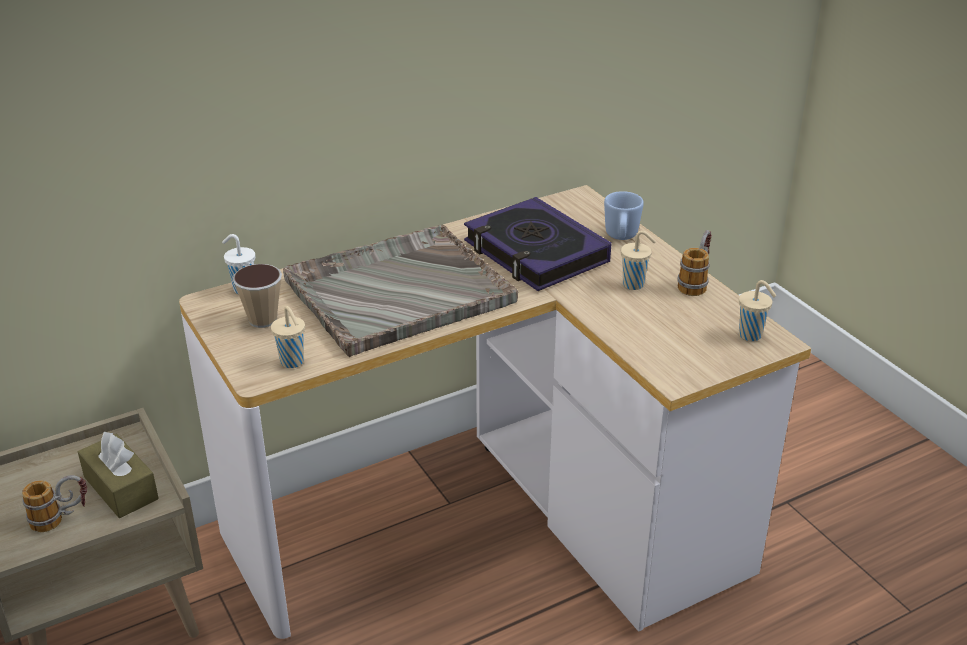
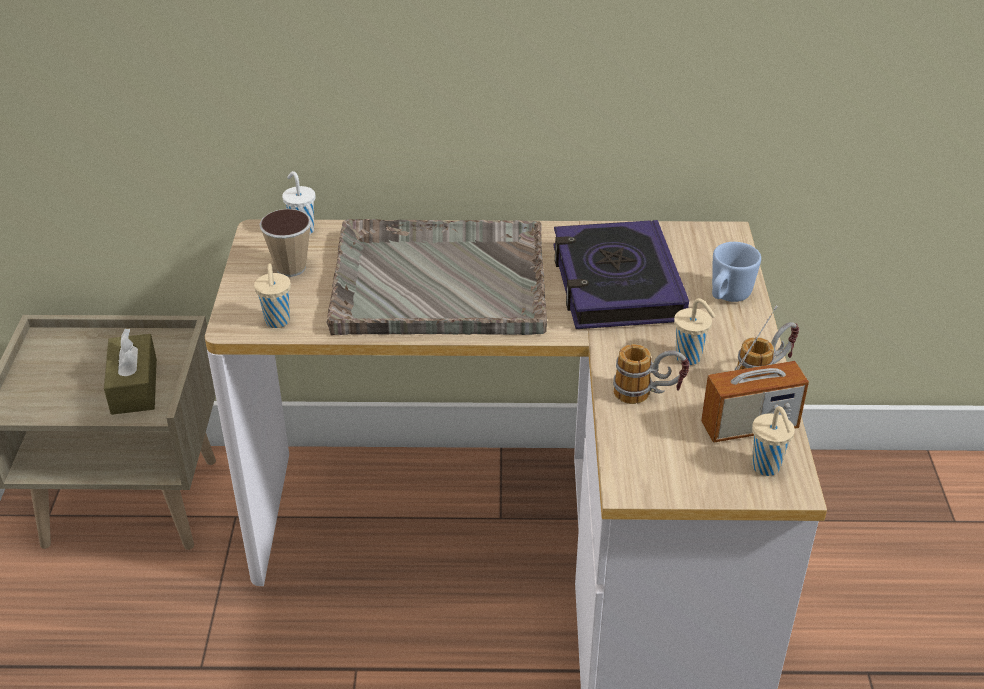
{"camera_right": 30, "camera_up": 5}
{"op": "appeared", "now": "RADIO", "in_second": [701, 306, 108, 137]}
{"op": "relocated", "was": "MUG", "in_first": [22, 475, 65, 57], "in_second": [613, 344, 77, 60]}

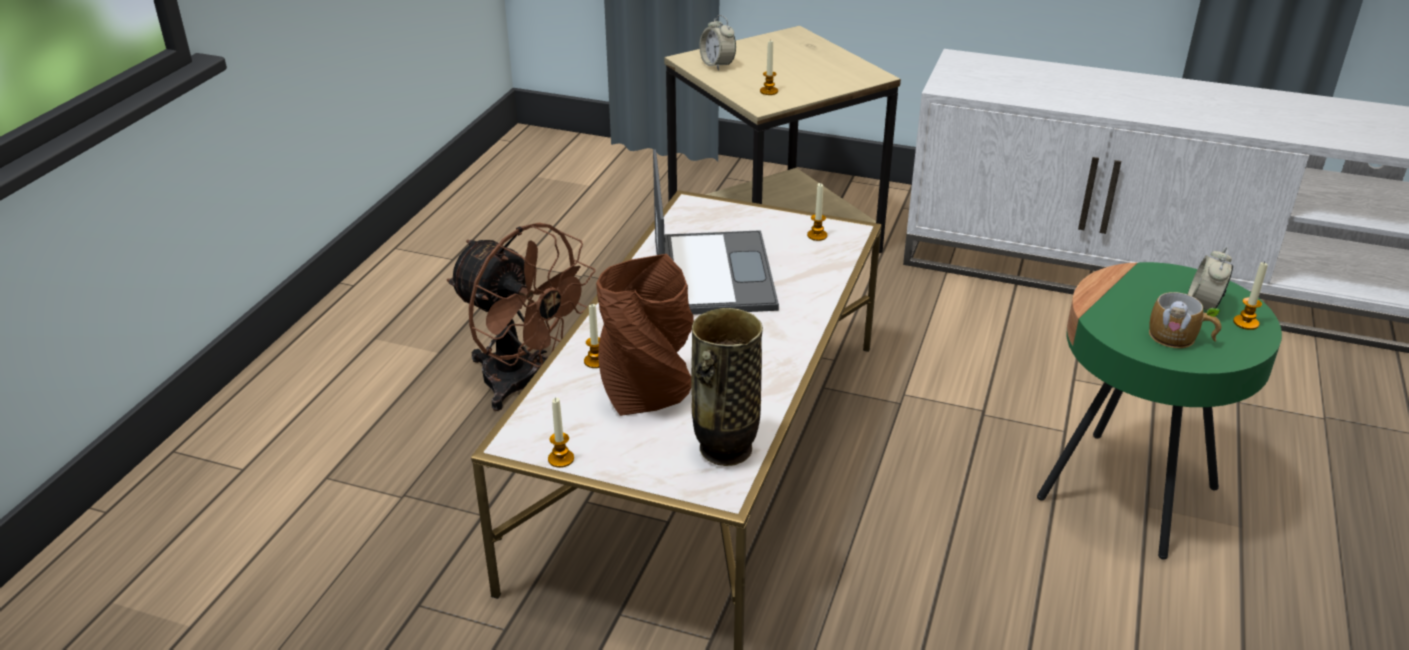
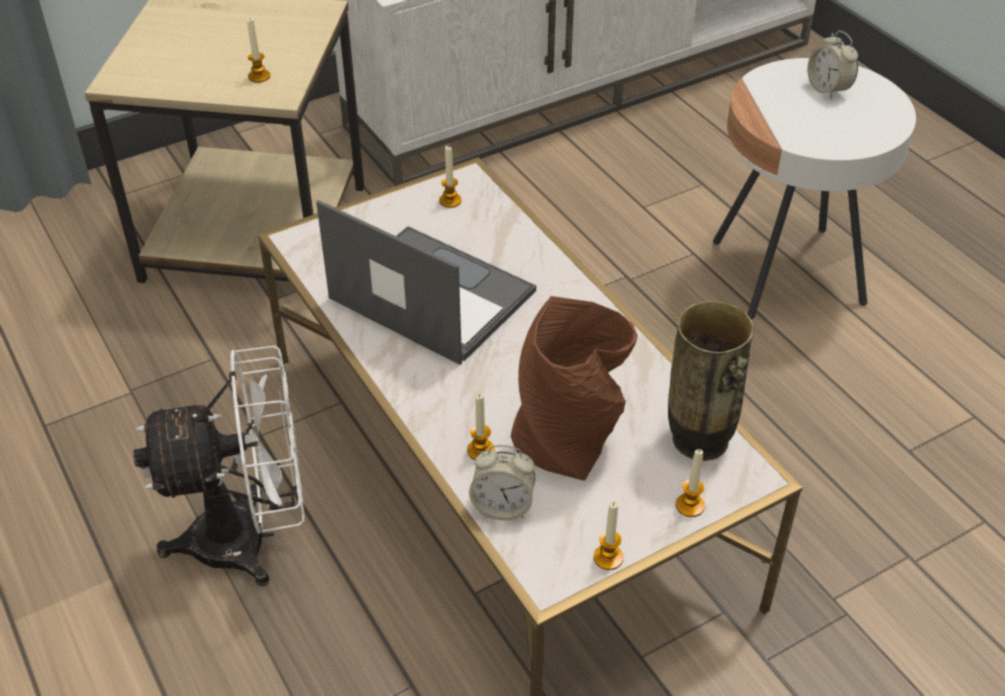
{"camera_right": -50, "camera_up": 10}
{"op": "missing", "was": "MUG", "in_first": [1149, 292, 73, 56]}
{"op": "relocated", "was": "ALARM CLOCK", "in_first": [699, 15, 37, 56], "in_second": [469, 445, 67, 75]}
{"op": "relocated", "was": "CANDLE", "in_first": [1233, 261, 35, 69], "in_second": [676, 449, 29, 68]}
{"op": "colour", "was": "BROWN FAN", "now": "WHITE FAN", "in_first": [447, 223, 149, 188], "in_second": [133, 346, 172, 240]}
{"op": "colour", "was": "GREEN SIDE TABLE", "now": "WHITE SIDE TABLE", "in_first": [1037, 262, 245, 298], "in_second": [713, 58, 203, 261]}

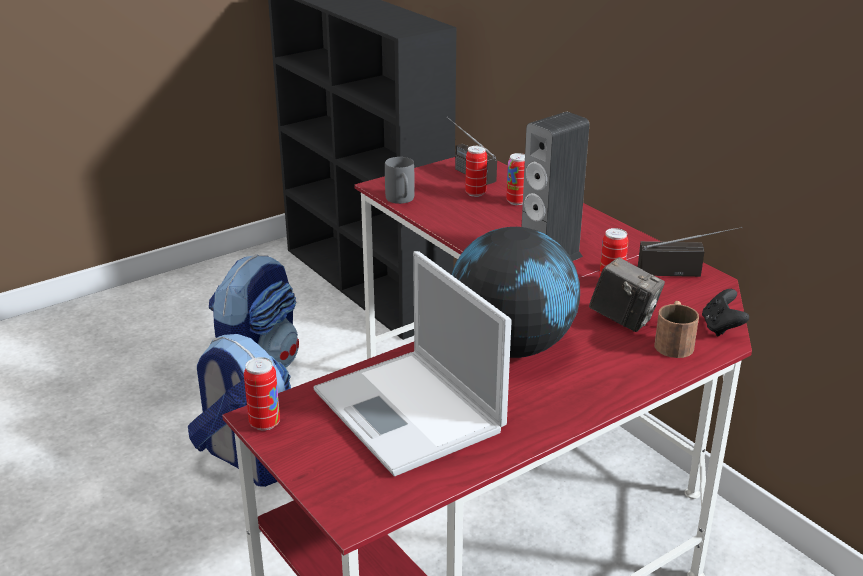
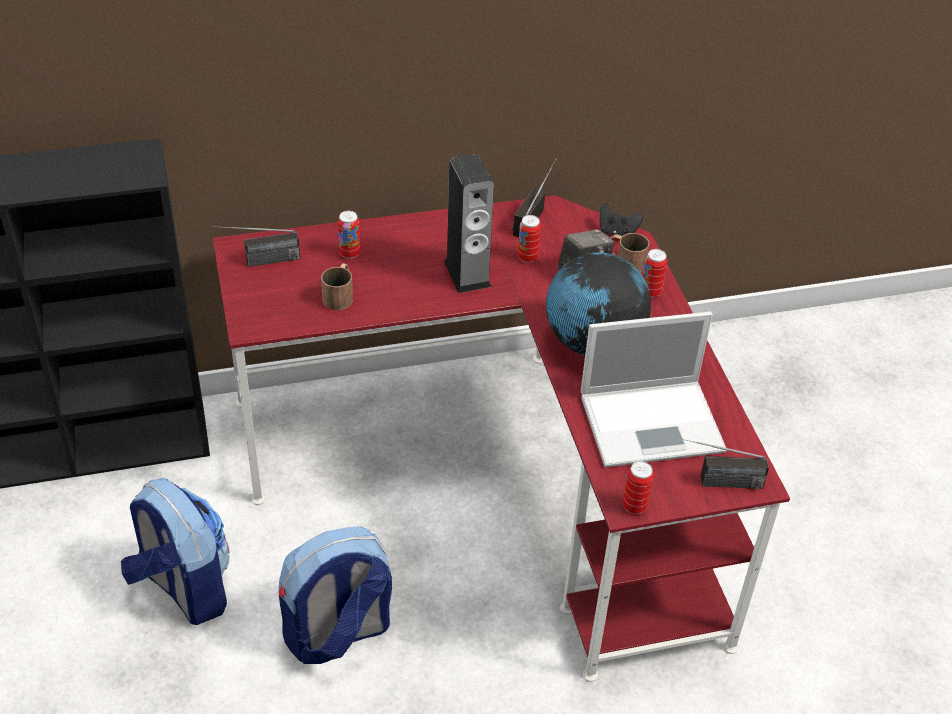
{"camera_right": -70, "camera_up": 15}
{"op": "missing", "was": "GREY MUG", "in_first": [385, 157, 30, 47]}
{"op": "appeared", "now": "BROWN MUG", "in_second": [321, 263, 32, 47]}
{"op": "appeared", "now": "RADIO", "in_second": [675, 437, 94, 53]}
{"op": "relocated", "was": "CAN", "in_first": [465, 146, 22, 51], "in_second": [643, 249, 24, 48]}

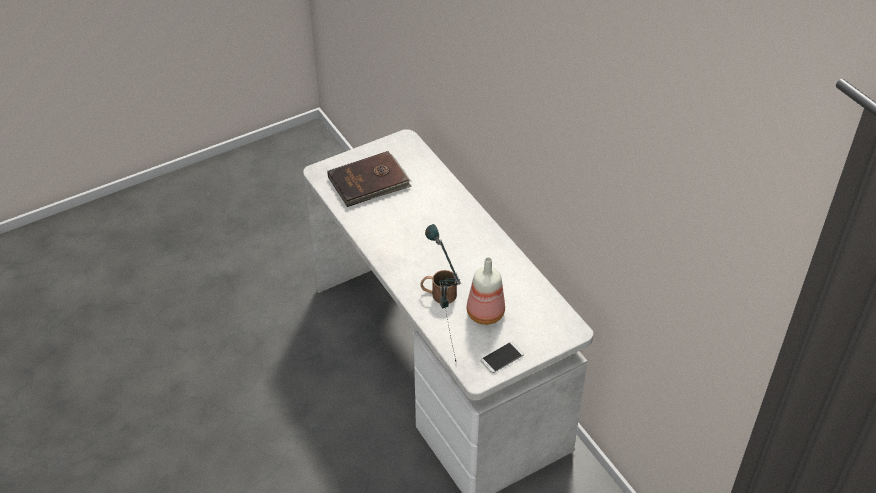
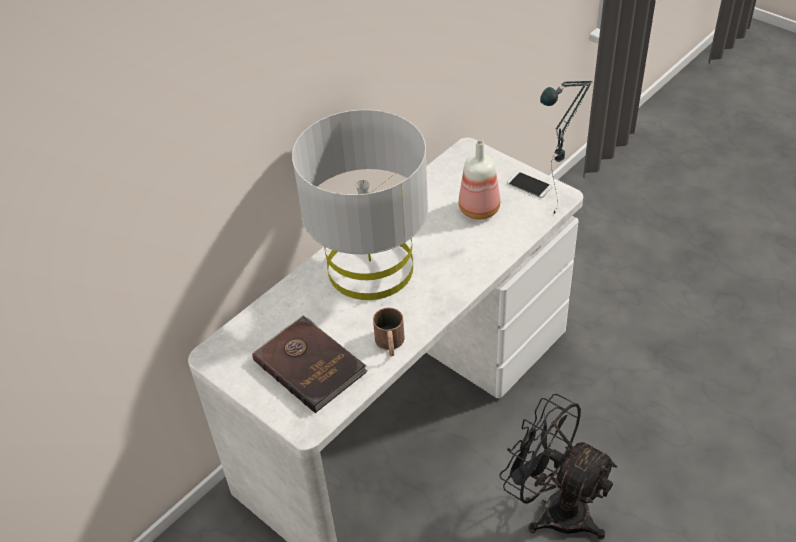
{"camera_right": -105, "camera_up": 0}
{"op": "appeared", "now": "GREY TABLE LAMP", "in_second": [292, 110, 136, 190]}
{"op": "appeared", "now": "BLACK FAN", "in_second": [499, 393, 118, 147]}
{"op": "relocated", "was": "BROWN MUG", "in_first": [420, 270, 37, 33], "in_second": [373, 307, 32, 49]}

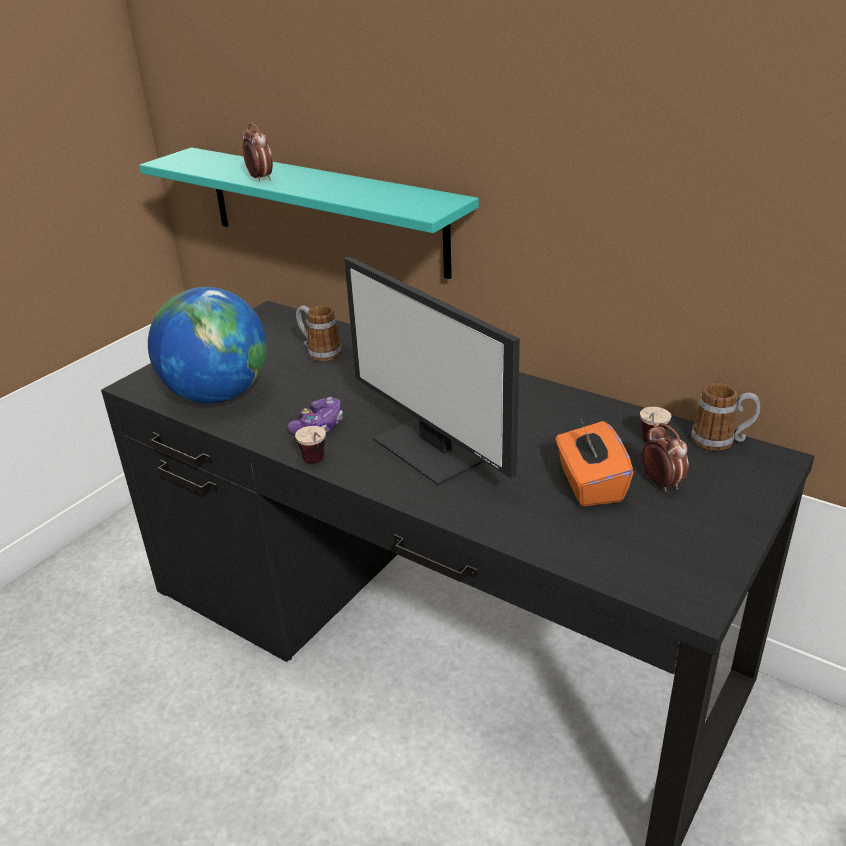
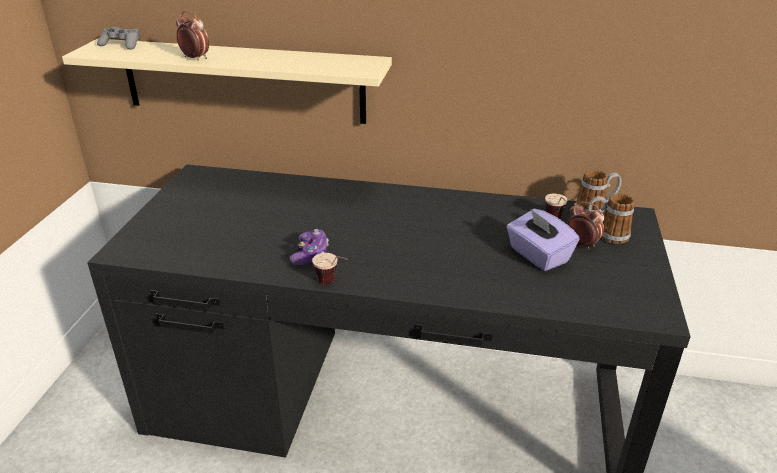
{"camera_right": -25, "camera_up": 0}
{"op": "missing", "was": "GLOBE", "in_first": [148, 287, 119, 117]}
{"op": "missing", "was": "MONITOR", "in_first": [344, 257, 176, 228]}
{"op": "appeared", "now": "GREY GAME CONTROLLER", "in_second": [97, 27, 43, 23]}
{"op": "relocated", "was": "MUG", "in_first": [296, 305, 46, 56], "in_second": [588, 194, 46, 50]}
{"op": "colour", "was": "TURQUOISE SHELF", "now": "BEIGE SHELF", "in_first": [139, 147, 340, 132], "in_second": [62, 39, 330, 85]}
{"op": "colour", "was": "ORANGE TISSUE BOX", "now": "PURPLE TISSUE BOX", "in_first": [555, 419, 79, 87], "in_second": [506, 209, 73, 62]}

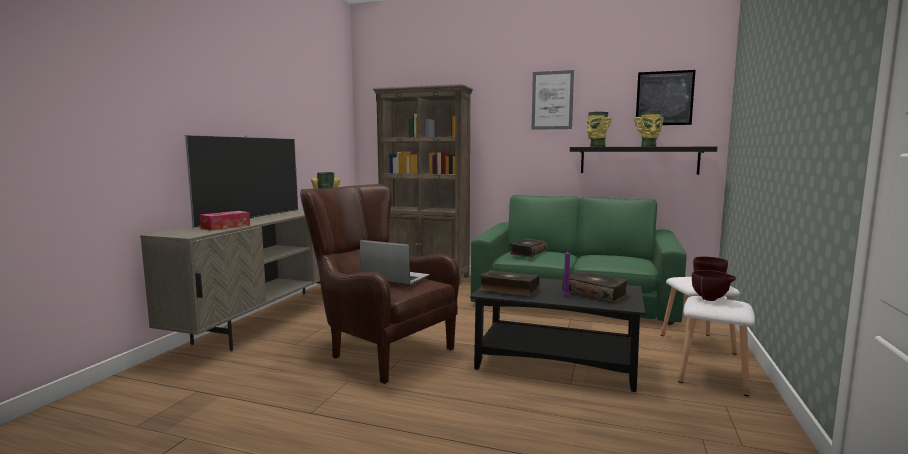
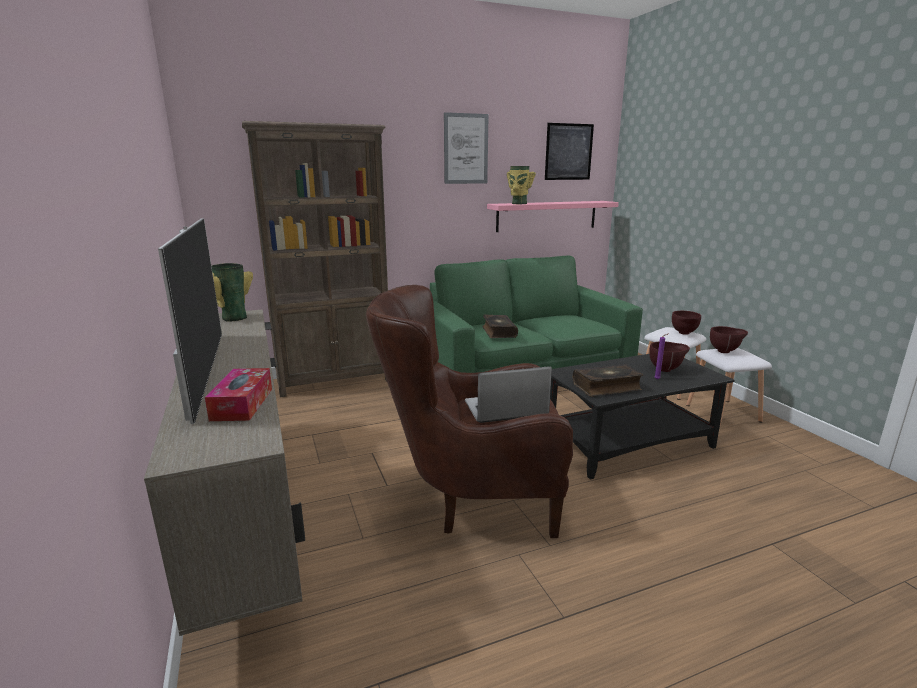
{"camera_right": -40, "camera_up": 10}
{"op": "missing", "was": "VASE", "in_first": [634, 111, 30, 36]}
{"op": "exchanged", "was": "BOOK", "now": "BROWN BOWL", "in_first": [563, 271, 65, 32], "in_second": [649, 341, 41, 31]}
{"op": "colour", "was": "BLACK SHELF", "now": "PINK SHELF", "in_first": [570, 147, 147, 28], "in_second": [487, 201, 132, 31]}

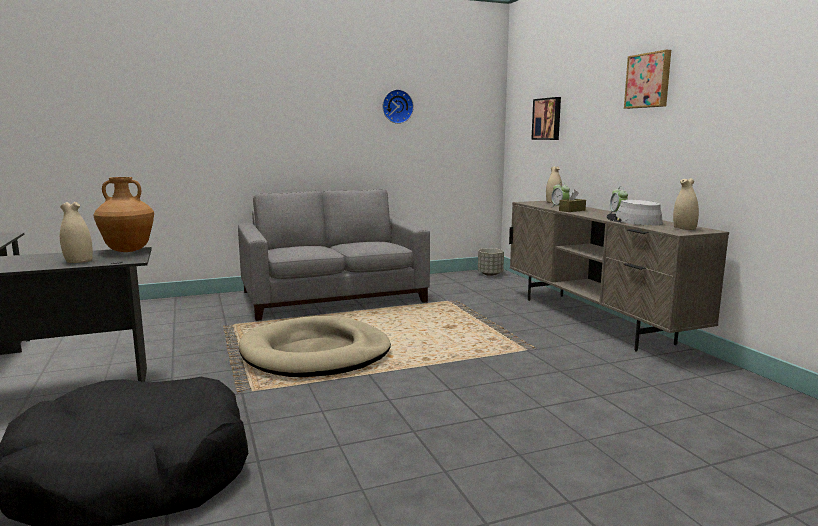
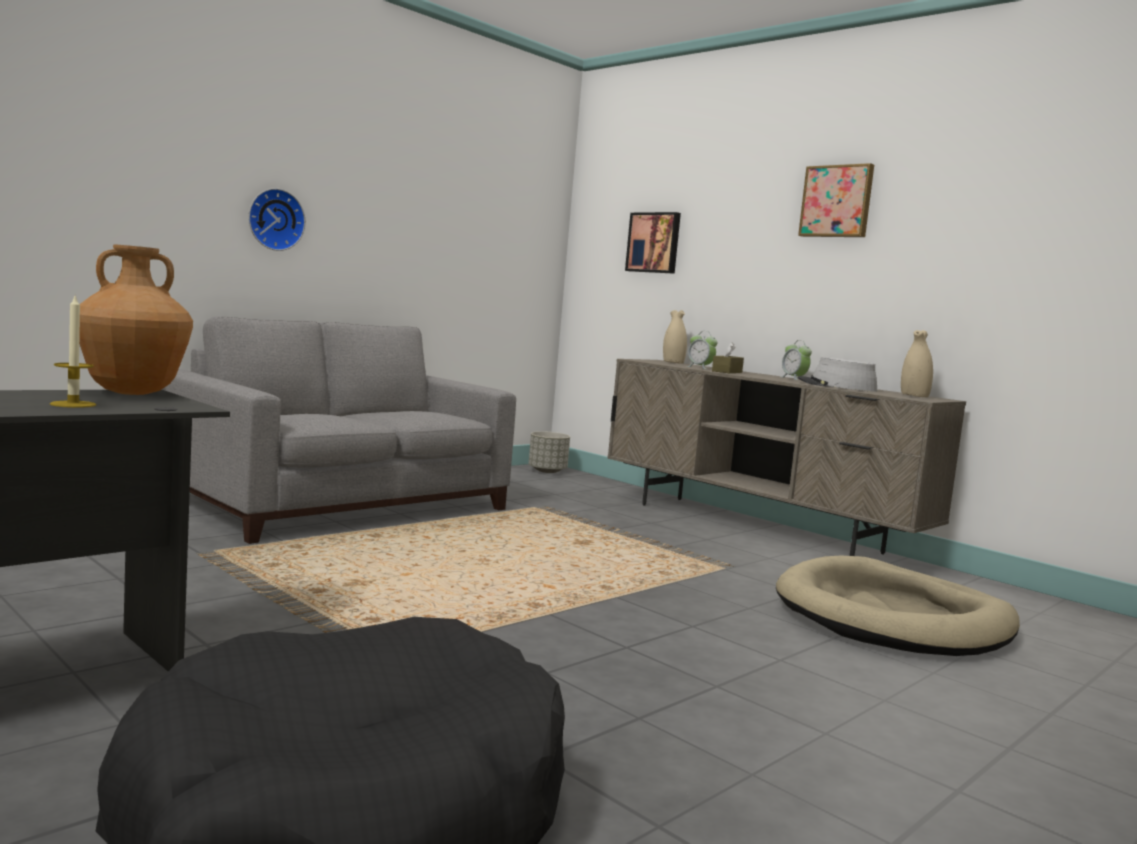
{"camera_right": -25, "camera_up": -5}
{"op": "relocated", "was": "BEIGE DOG BED", "in_first": [239, 316, 152, 61], "in_second": [776, 555, 244, 101]}
{"op": "relocated", "was": "WALL CLOCK", "in_first": [382, 89, 32, 35], "in_second": [248, 188, 58, 63]}
{"op": "exchanged", "was": "BEIGE VASE", "now": "CANDLE", "in_first": [60, 202, 33, 61], "in_second": [50, 296, 46, 112]}

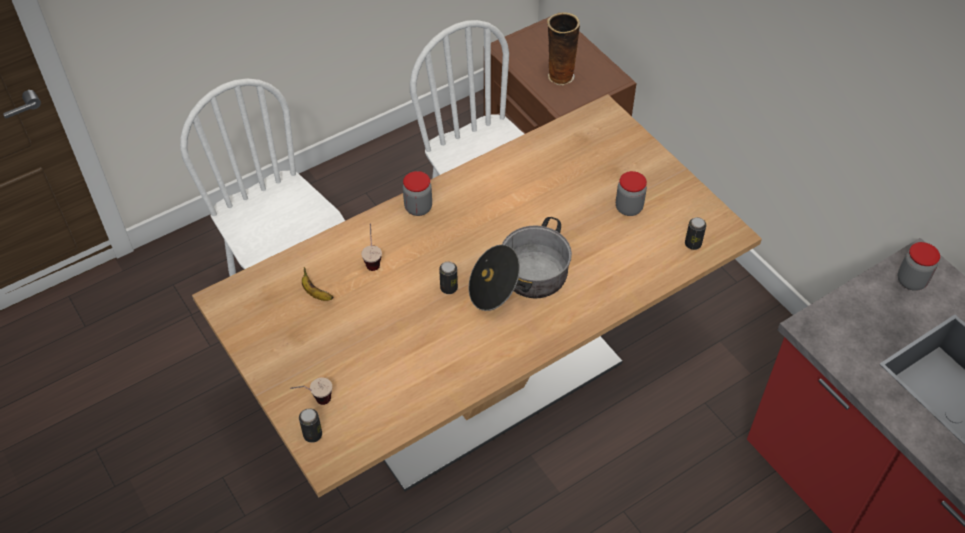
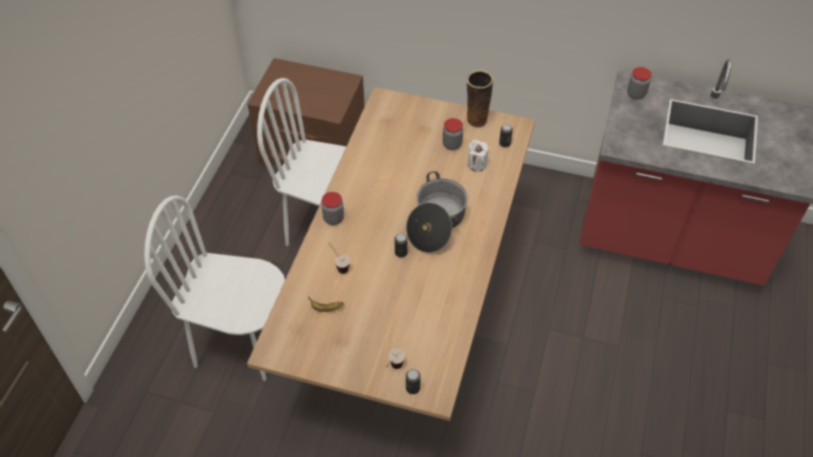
{"camera_right": -40, "camera_up": 0}
{"op": "appeared", "now": "WHITE CANDLE", "in_second": [467, 140, 22, 32]}
{"op": "relocated", "was": "VASE", "in_first": [547, 12, 33, 74], "in_second": [466, 70, 27, 58]}

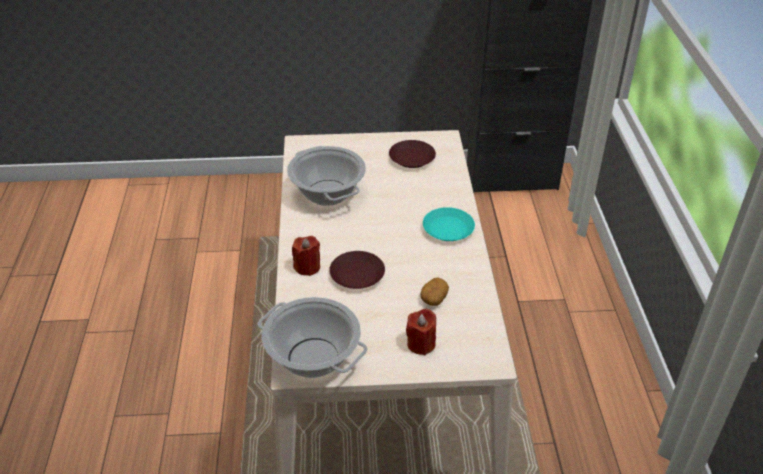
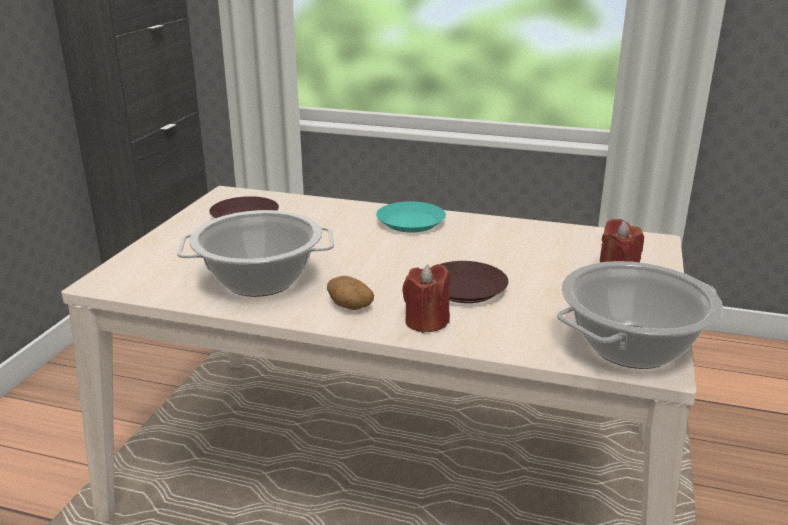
{"camera_right": -70, "camera_up": -15}
{"op": "relocated", "was": "POTATO", "in_first": [421, 277, 28, 29], "in_second": [327, 276, 47, 34]}

